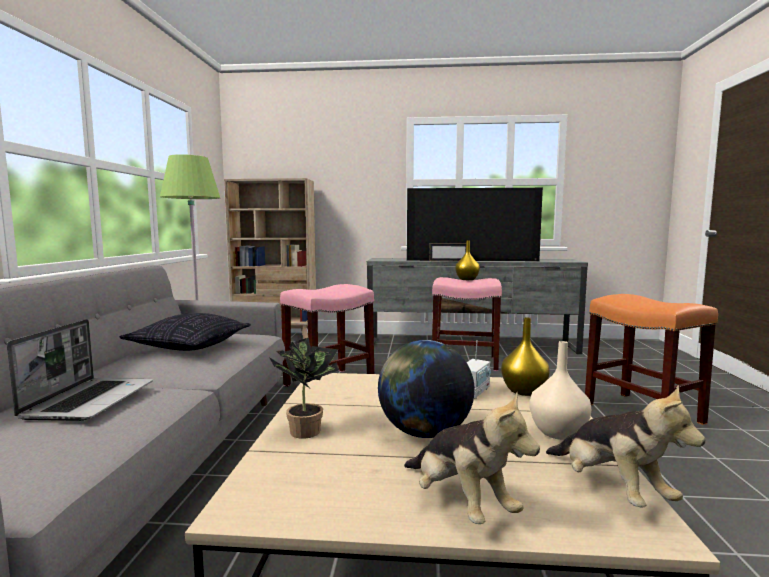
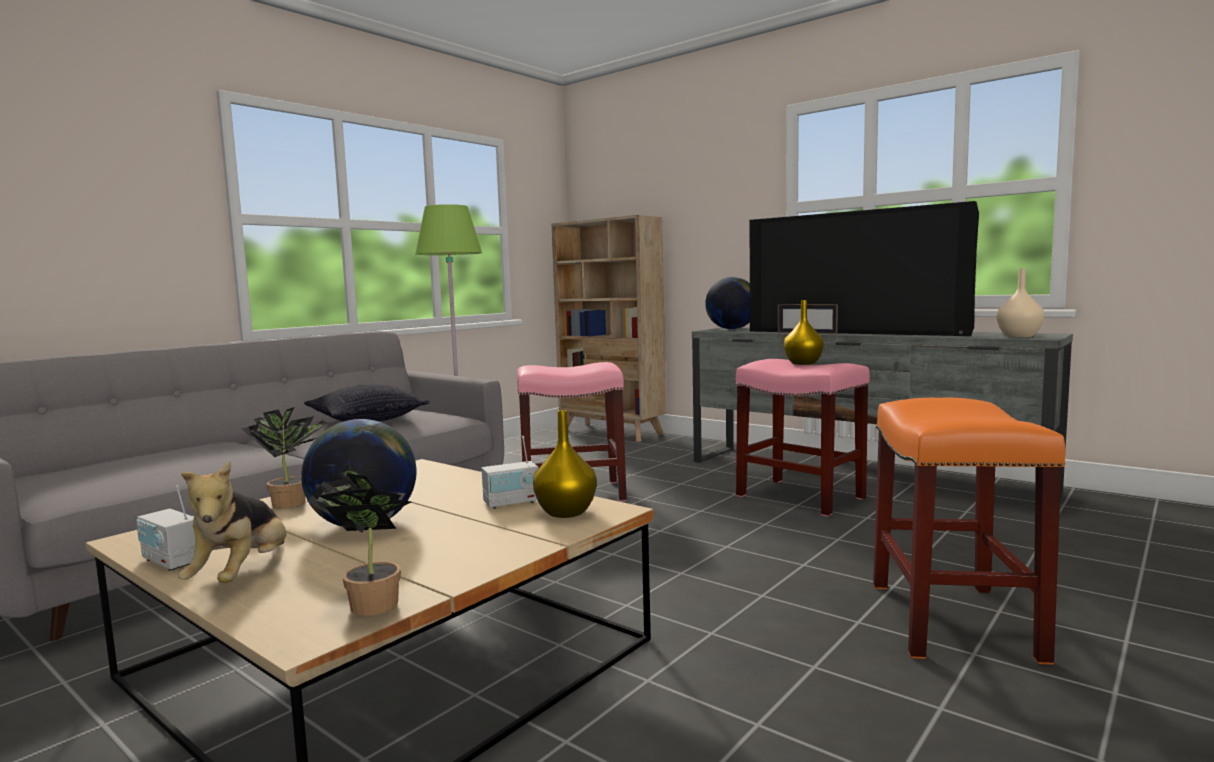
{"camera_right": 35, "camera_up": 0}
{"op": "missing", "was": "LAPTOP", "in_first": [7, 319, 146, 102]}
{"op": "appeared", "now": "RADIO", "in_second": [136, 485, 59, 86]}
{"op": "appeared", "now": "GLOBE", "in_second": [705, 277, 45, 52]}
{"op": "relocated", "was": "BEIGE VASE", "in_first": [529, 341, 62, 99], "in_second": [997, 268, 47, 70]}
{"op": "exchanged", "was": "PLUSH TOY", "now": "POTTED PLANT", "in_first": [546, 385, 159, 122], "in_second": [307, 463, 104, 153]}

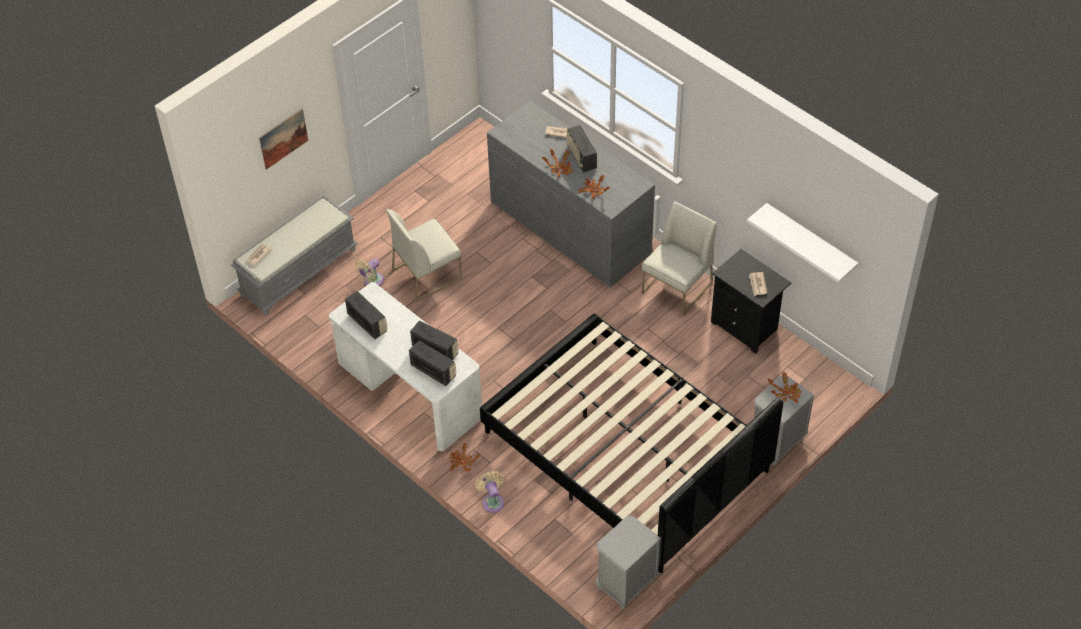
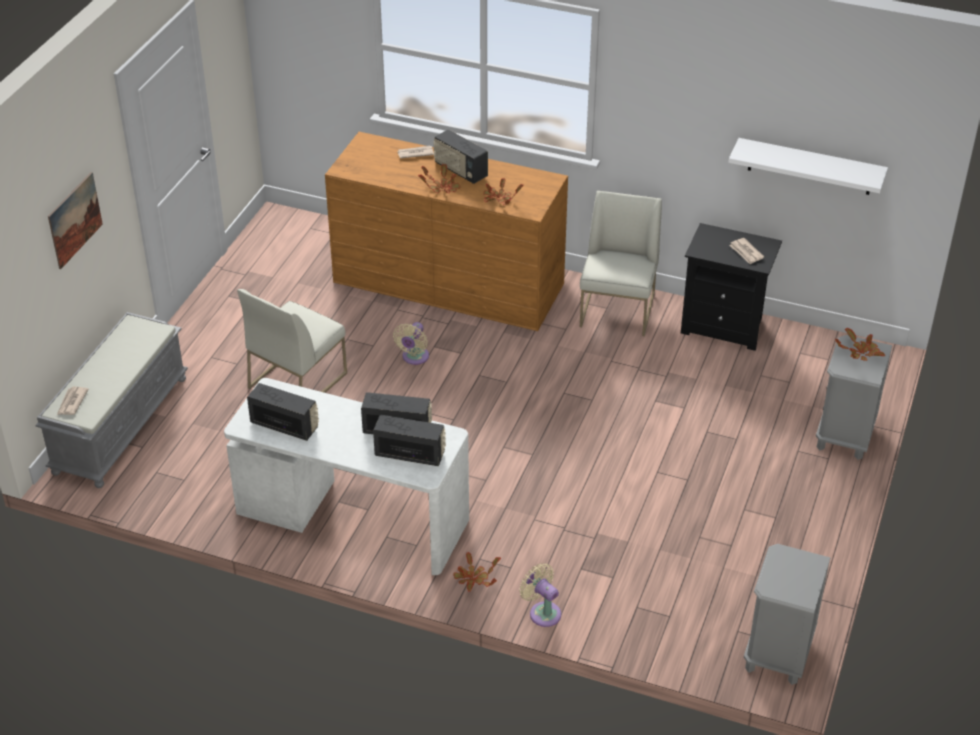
{"camera_right": -25, "camera_up": -10}
{"op": "missing", "was": "BLACK BED", "in_first": [480, 313, 303, 260]}
{"op": "relocated", "was": "BEIGE FAN", "in_first": [355, 258, 29, 28], "in_second": [393, 322, 36, 43]}
{"op": "colour", "was": "GREY DRESSER", "now": "BROWN DRESSER", "in_first": [487, 101, 168, 186], "in_second": [325, 132, 243, 199]}

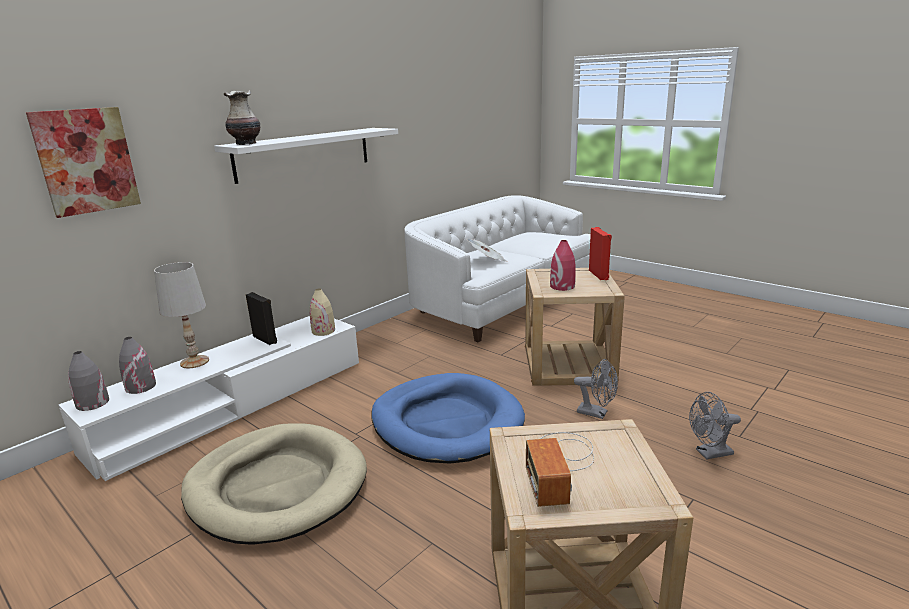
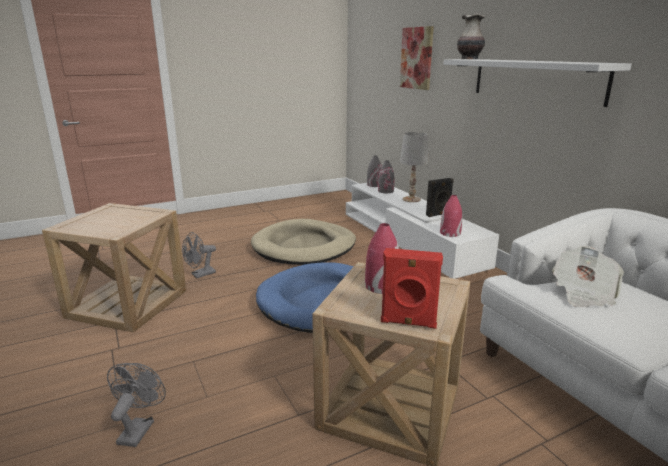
{"camera_right": 110, "camera_up": 0}
{"op": "missing", "was": "RADIO", "in_first": [526, 432, 68, 75]}
{"op": "relocated", "was": "GREY FAN", "in_first": [574, 359, 44, 60], "in_second": [182, 232, 34, 46]}
{"op": "colour", "was": "BEIGE VASE", "now": "RED VASE", "in_first": [310, 289, 25, 47], "in_second": [440, 195, 22, 42]}

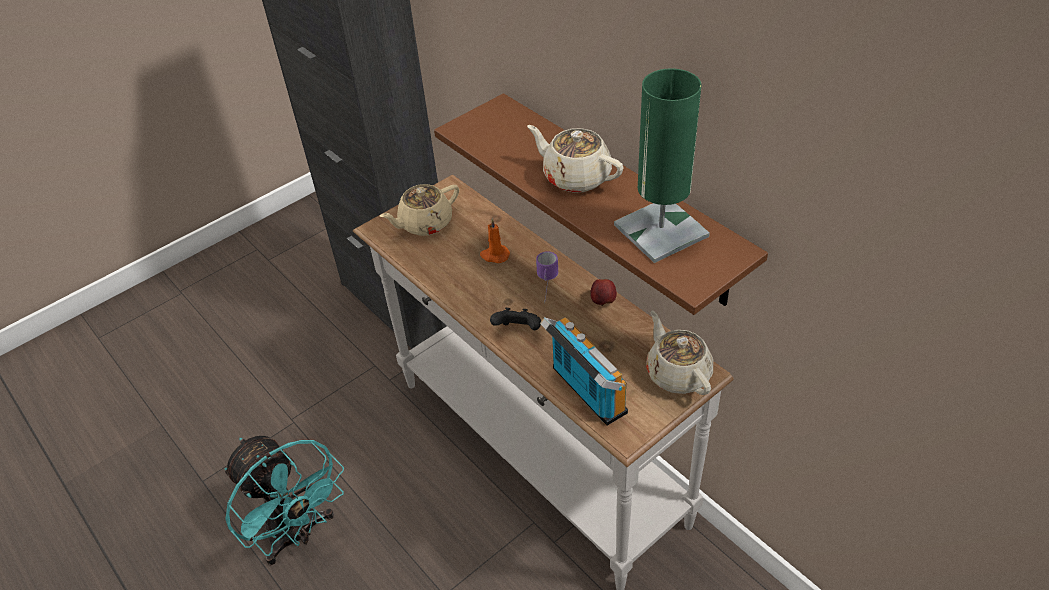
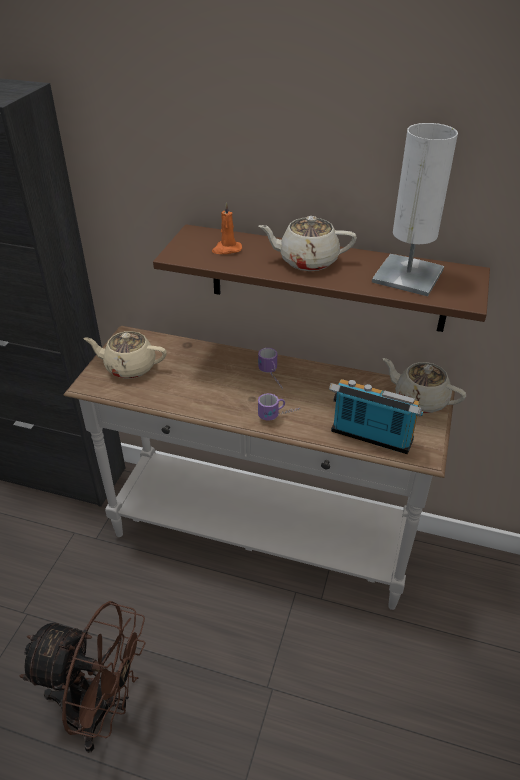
{"camera_right": -35, "camera_up": -5}
{"op": "missing", "was": "APPLE", "in_first": [590, 279, 27, 27]}
{"op": "relocated", "was": "ORANGE CANDLE", "in_first": [480, 219, 30, 44], "in_second": [212, 202, 30, 52]}
{"op": "exchanged", "was": "BLACK GAME CONTROLLER", "now": "MUG", "in_first": [490, 308, 51, 22], "in_second": [258, 393, 41, 28]}
{"op": "colour", "was": "TURQUOISE FAN", "now": "BROWN FAN", "in_first": [225, 436, 119, 129], "in_second": [19, 601, 127, 152]}
{"op": "colour", "was": "GREEN TABLE LAMP", "now": "WHITE TABLE LAMP", "in_first": [614, 68, 96, 195], "in_second": [372, 123, 86, 173]}
{"op": "spun", "was": "BEIGE TEAPOT", "in_first": [380, 184, 79, 52], "in_second": [83, 331, 84, 48], "clockwise": 75}

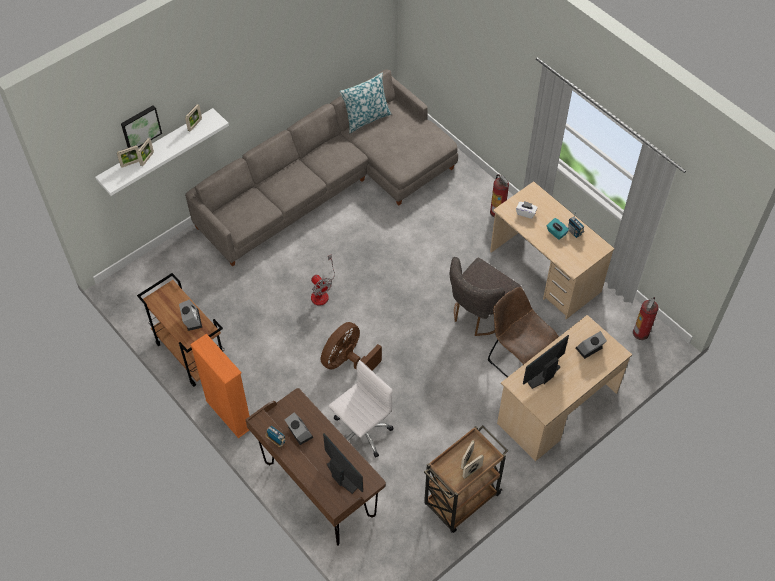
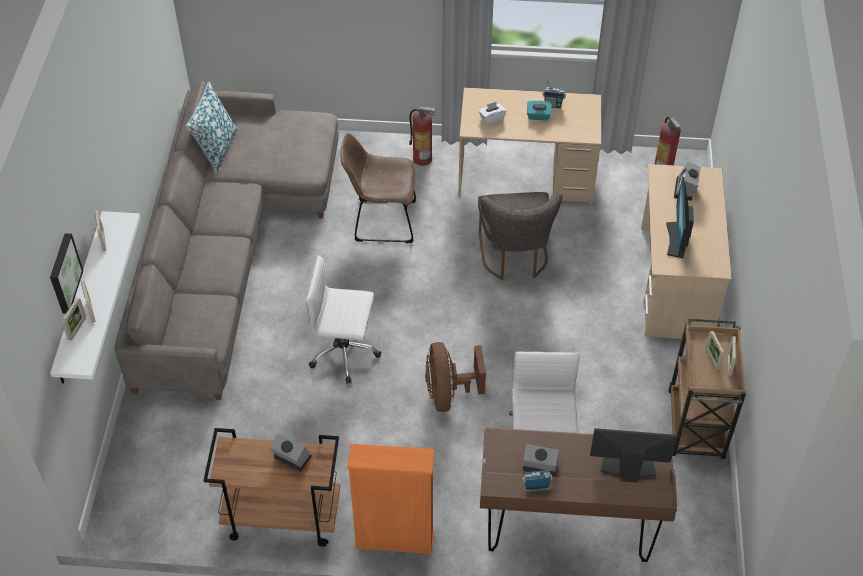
{"camera_right": -45, "camera_up": -5}
{"op": "relocated", "was": "BROWN CHAIR", "in_first": [488, 287, 71, 90], "in_second": [341, 133, 75, 110]}
{"op": "exchanged", "was": "FAN", "now": "WHITE OFFICE CHAIR", "in_first": [311, 254, 24, 52], "in_second": [305, 255, 76, 129]}

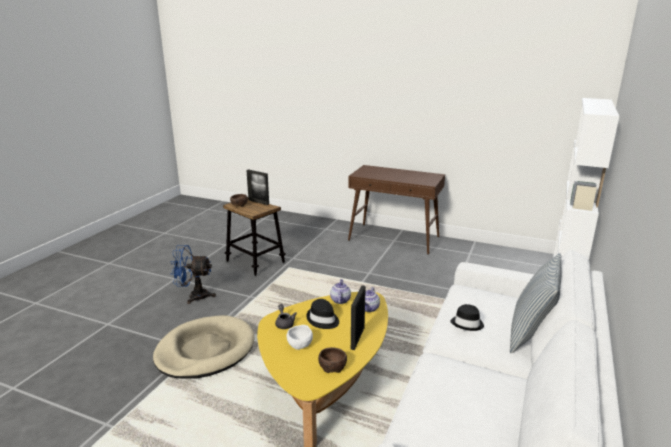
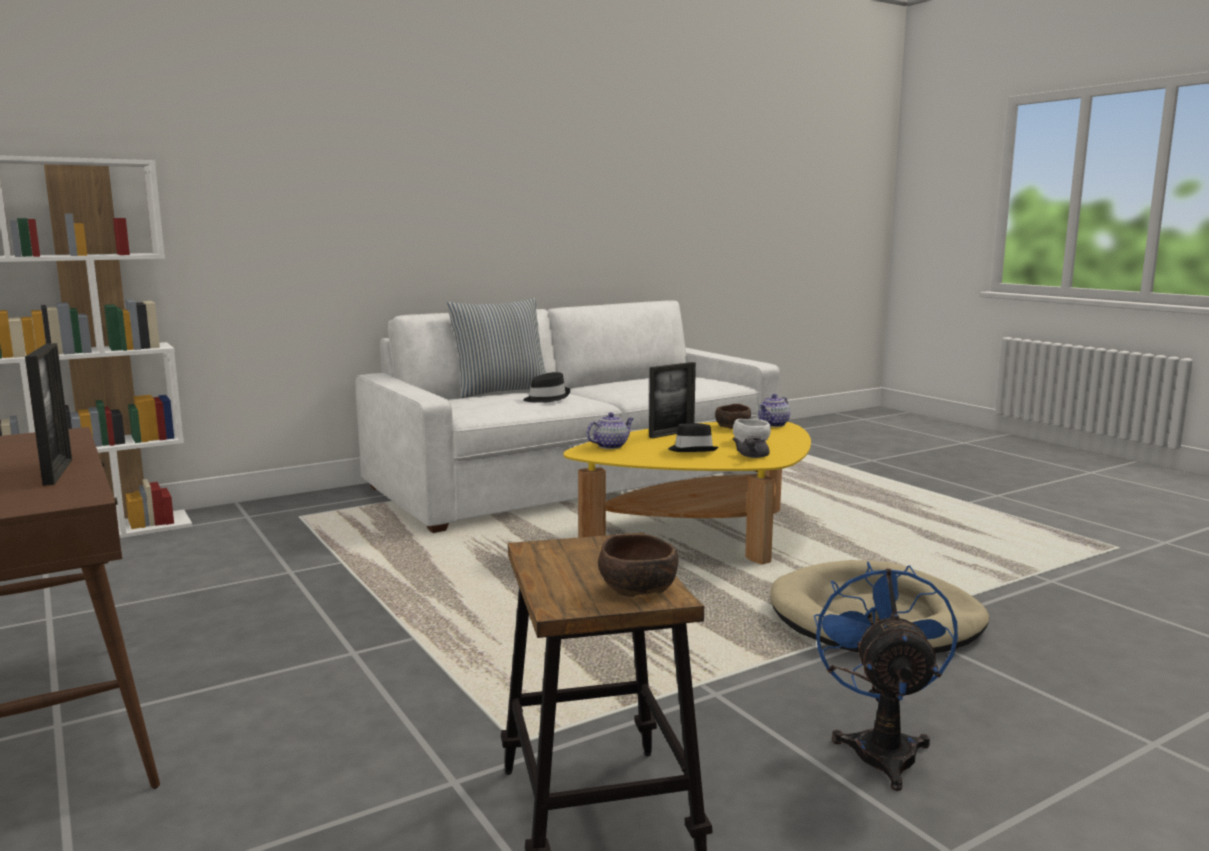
{"camera_right": -145, "camera_up": -10}
{"op": "relocated", "was": "PICTURE FRAME", "in_first": [246, 169, 23, 36], "in_second": [25, 343, 47, 143]}
{"op": "relocated", "was": "TEAPOT", "in_first": [330, 279, 21, 25], "in_second": [758, 394, 32, 33]}
{"op": "spun", "was": "BLUE FAN", "in_first": [170, 245, 46, 59], "in_second": [814, 561, 144, 230], "clockwise": -120}

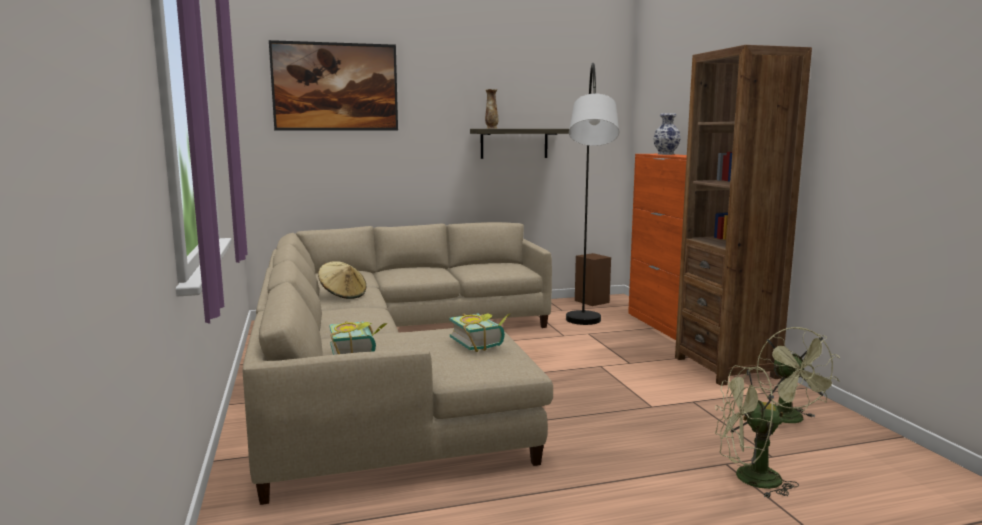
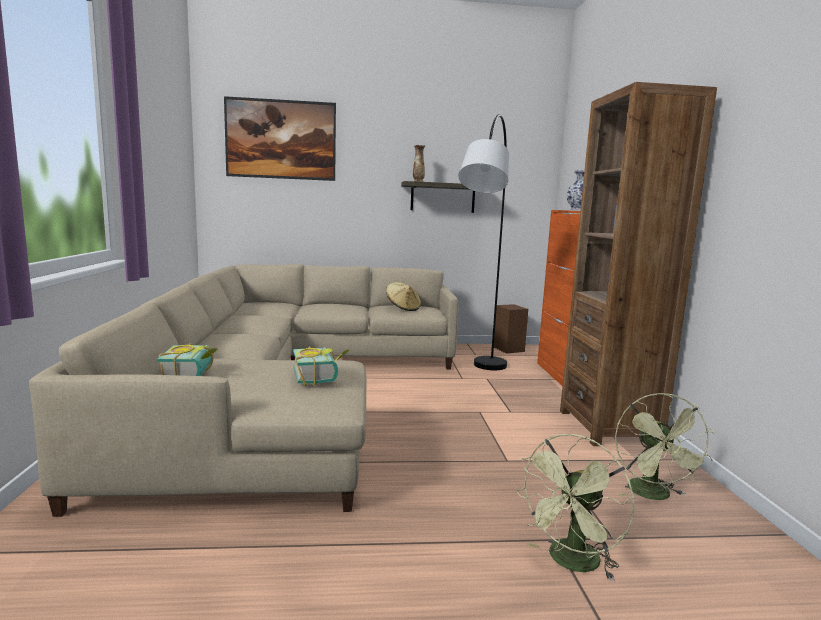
{"camera_right": 10, "camera_up": 0}
{"op": "relocated", "was": "BEIGE HAT", "in_first": [318, 261, 48, 38], "in_second": [386, 282, 35, 29]}
{"op": "spun", "was": "GREEN FAN", "in_first": [715, 365, 84, 133], "in_second": [515, 434, 120, 147], "clockwise": -60}

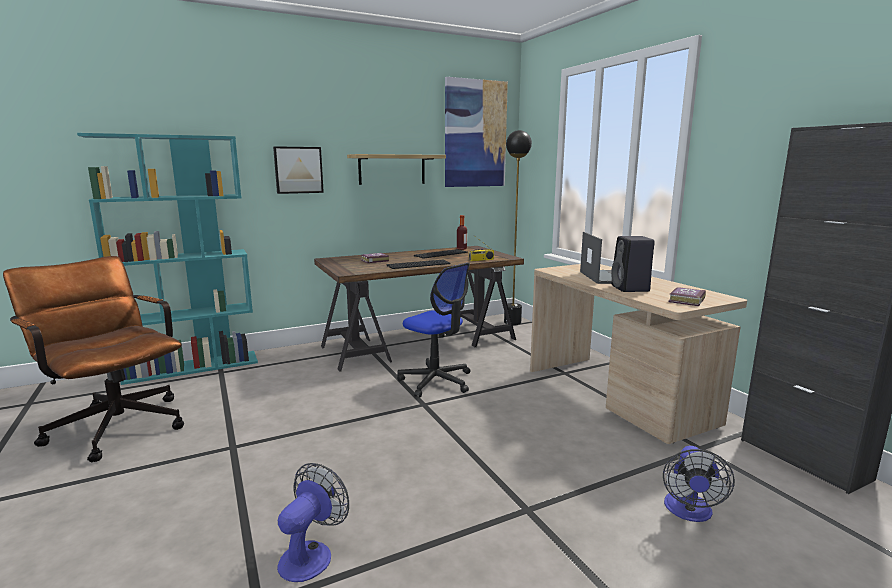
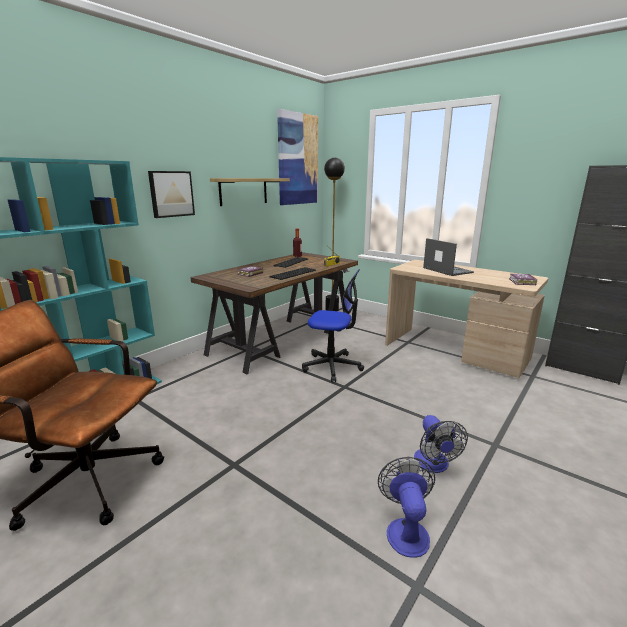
{"camera_right": -25, "camera_up": 5}
{"op": "missing", "was": "BLACK SPEAKER", "in_first": [611, 236, 44, 56]}
{"op": "relocated", "was": "FAN", "in_first": [663, 446, 72, 76], "in_second": [414, 415, 54, 58]}

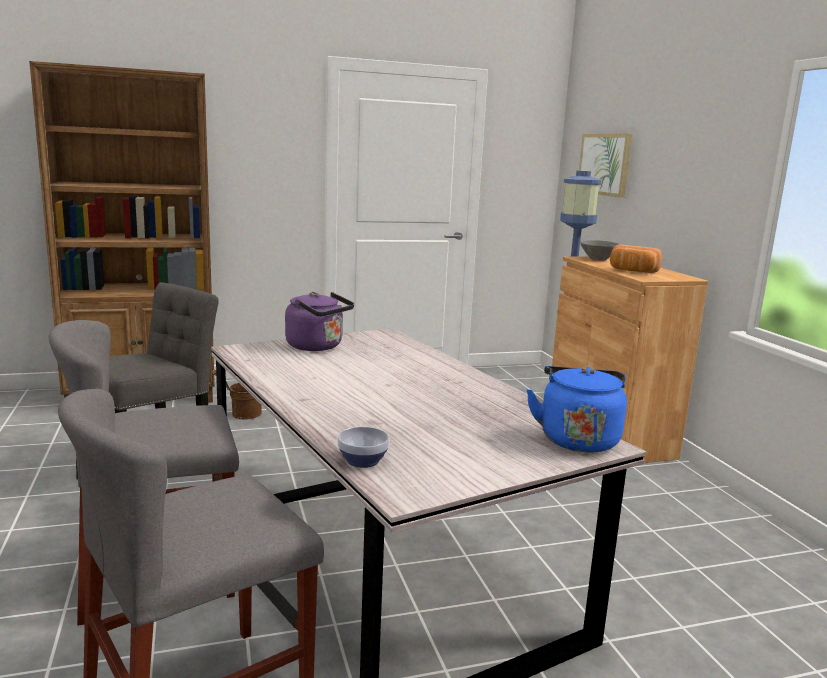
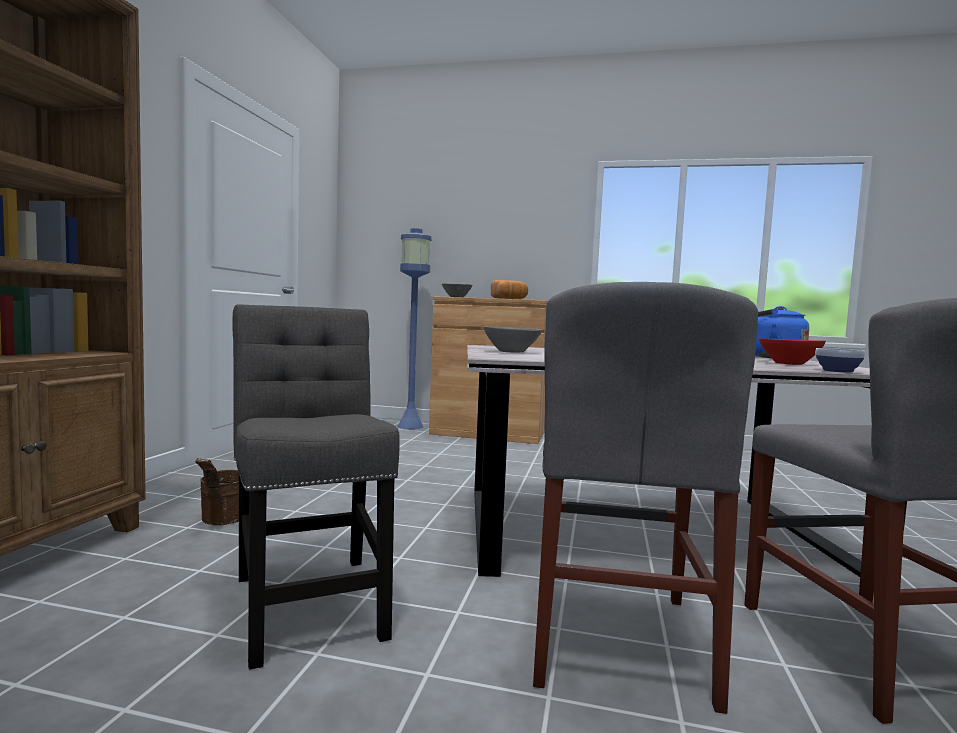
{"camera_right": -60, "camera_up": -10}
{"op": "missing", "was": "PICTURE", "in_first": [579, 134, 53, 64]}
{"op": "appeared", "now": "RED BOWL", "in_second": [759, 338, 67, 27]}
{"op": "exchanged", "was": "PURPLE KETTLE", "now": "GREY BOWL", "in_first": [285, 292, 69, 59], "in_second": [484, 326, 58, 27]}

